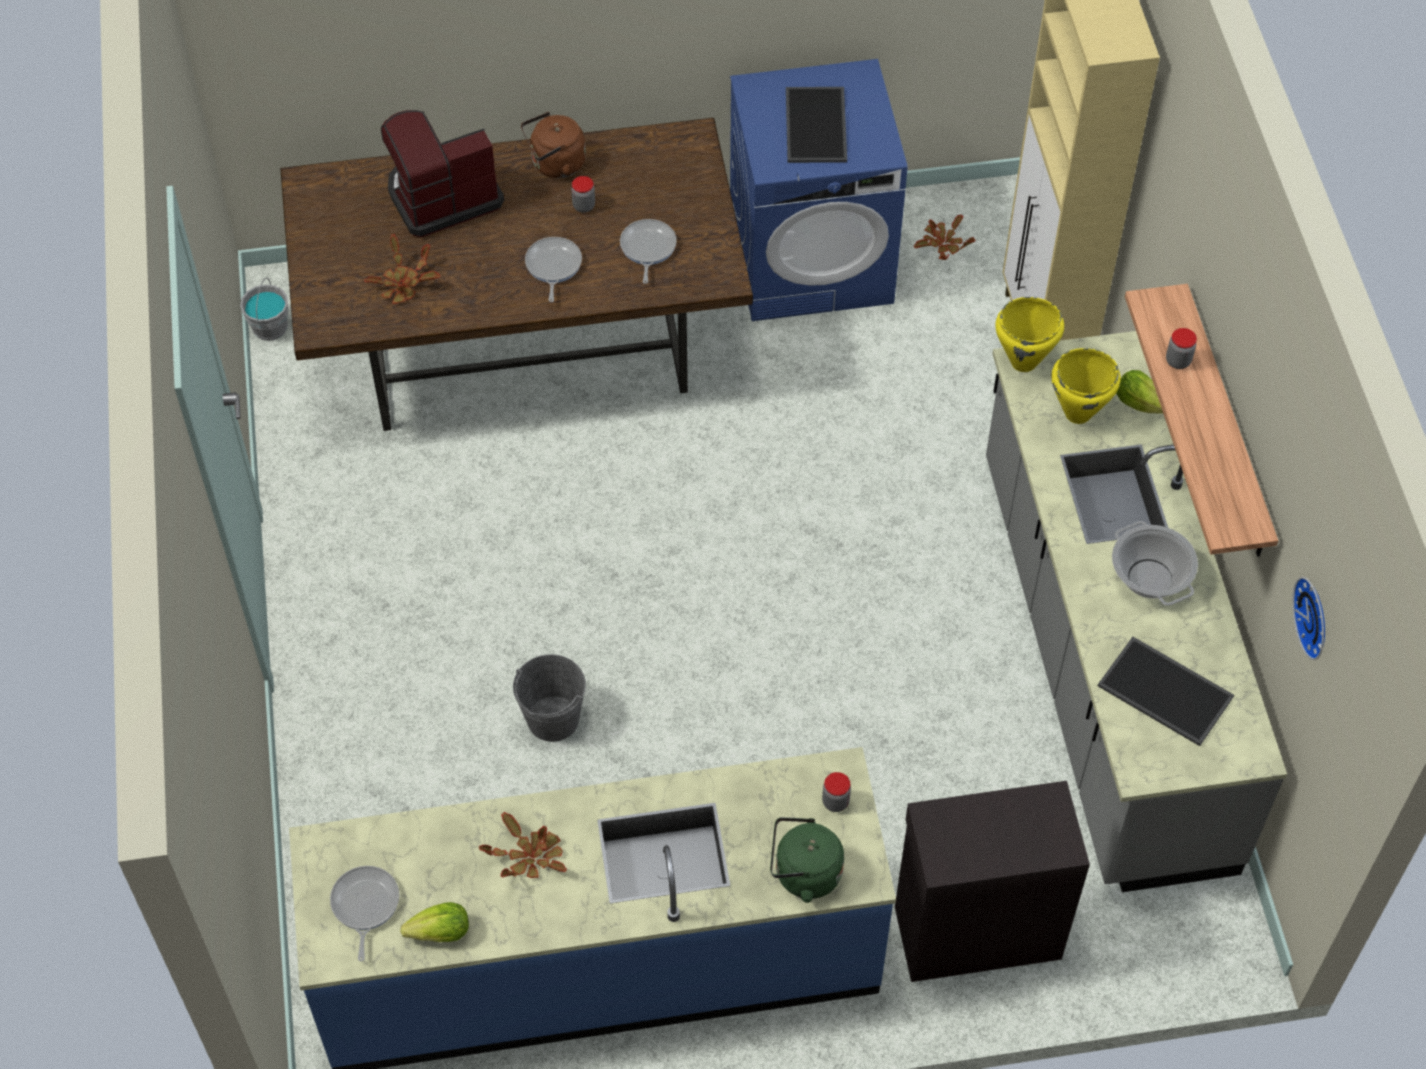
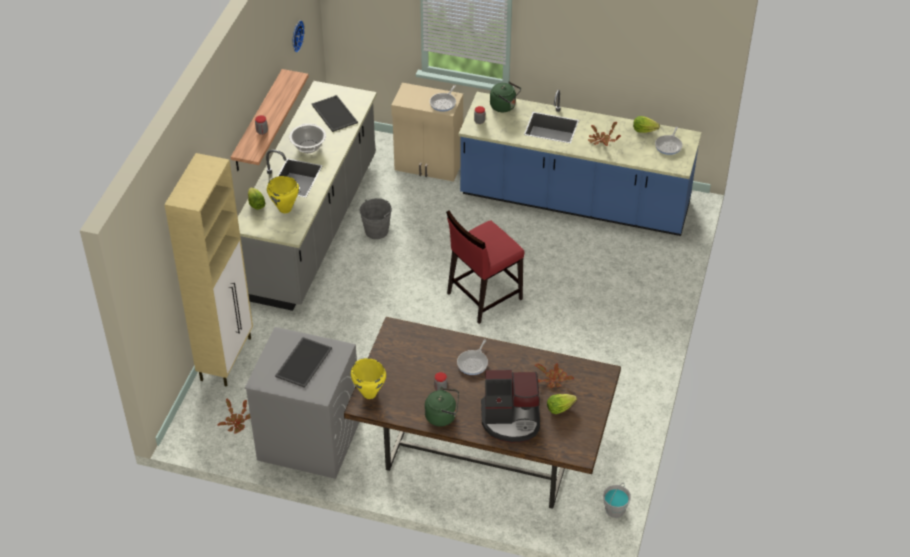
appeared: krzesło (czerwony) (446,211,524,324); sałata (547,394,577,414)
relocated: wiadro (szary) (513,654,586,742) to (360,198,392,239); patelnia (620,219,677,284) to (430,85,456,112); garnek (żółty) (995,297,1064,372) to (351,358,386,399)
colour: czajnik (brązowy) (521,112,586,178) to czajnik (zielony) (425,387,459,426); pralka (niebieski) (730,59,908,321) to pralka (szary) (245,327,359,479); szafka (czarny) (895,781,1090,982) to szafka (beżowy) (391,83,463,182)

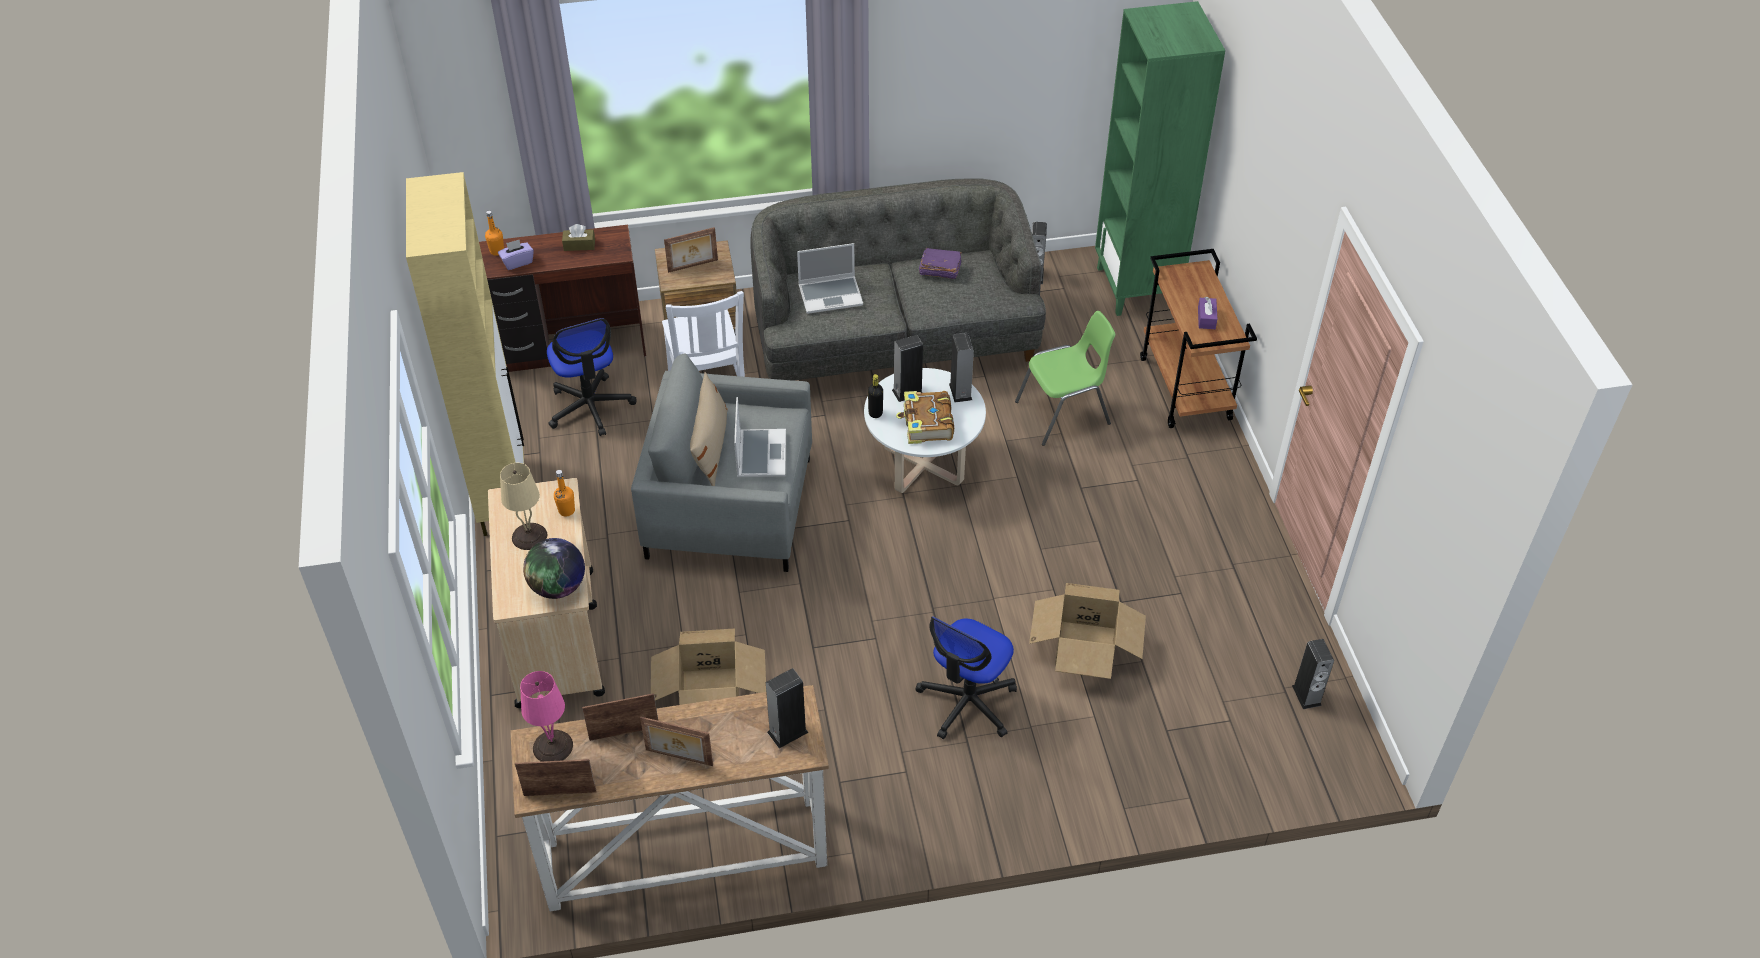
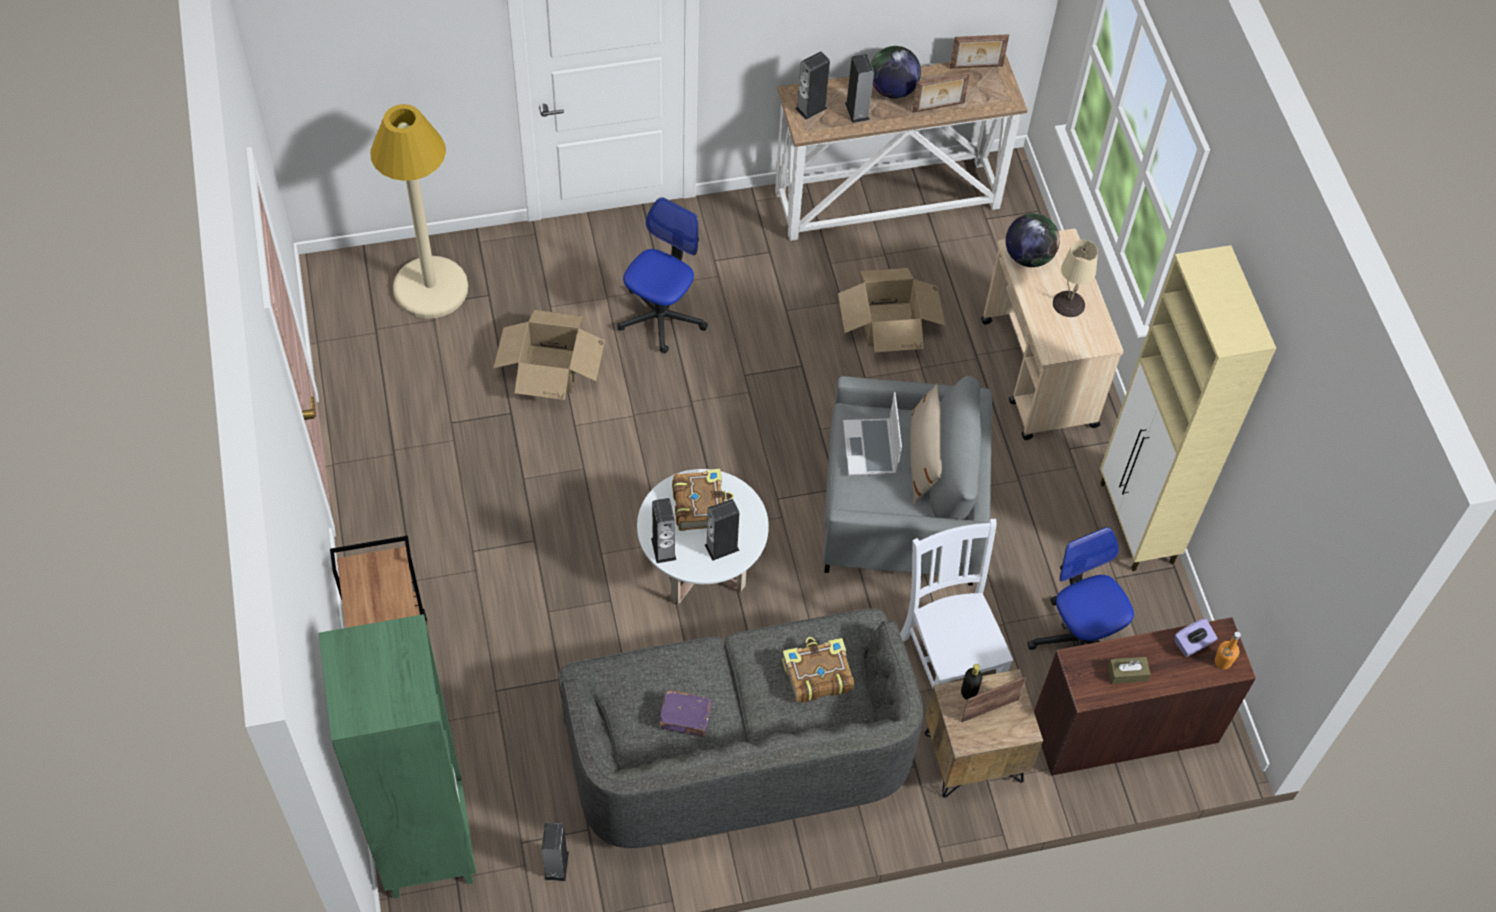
missing: lampa stołowa (różowy) (520,671,573,762); butelka (pomarańczowy) (554,470,575,516); krzesło (zielony) (1015,311,1115,446); pudełko chusteczek (fioletowy) (1198,297,1217,329)
appeared: lampa stojąca (beżowy) (370,104,468,319)
relocated: butelka (czarny) (868,374,883,418) to (961,664,982,700); głośnik (1292,639,1334,709) to (845,54,874,123)
exchanged: ramka na zdjęcie (640,717,713,766) to globus (871,46,921,99); laptop (797,243,863,314) to książka (782,637,854,703)

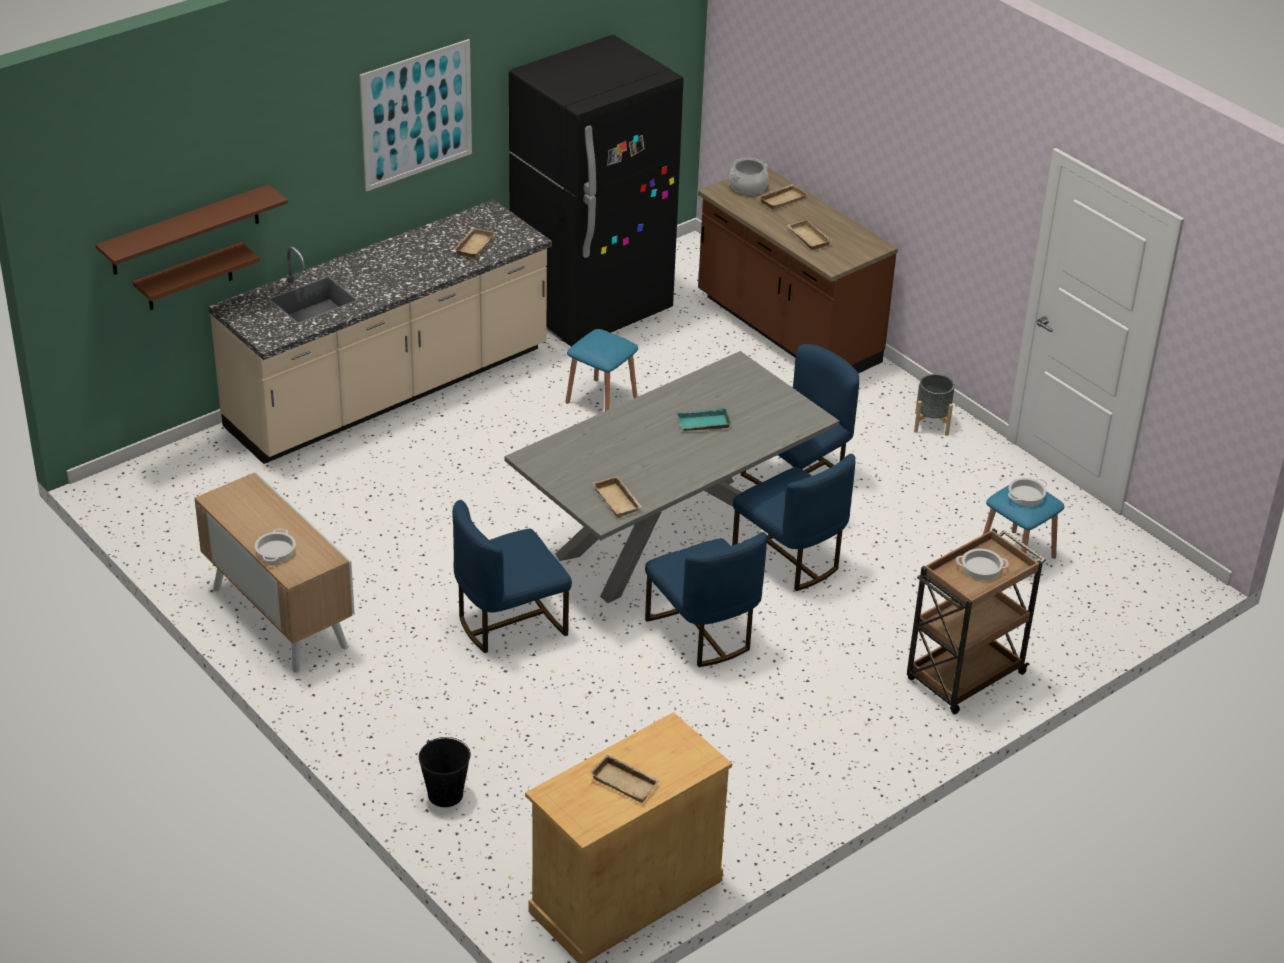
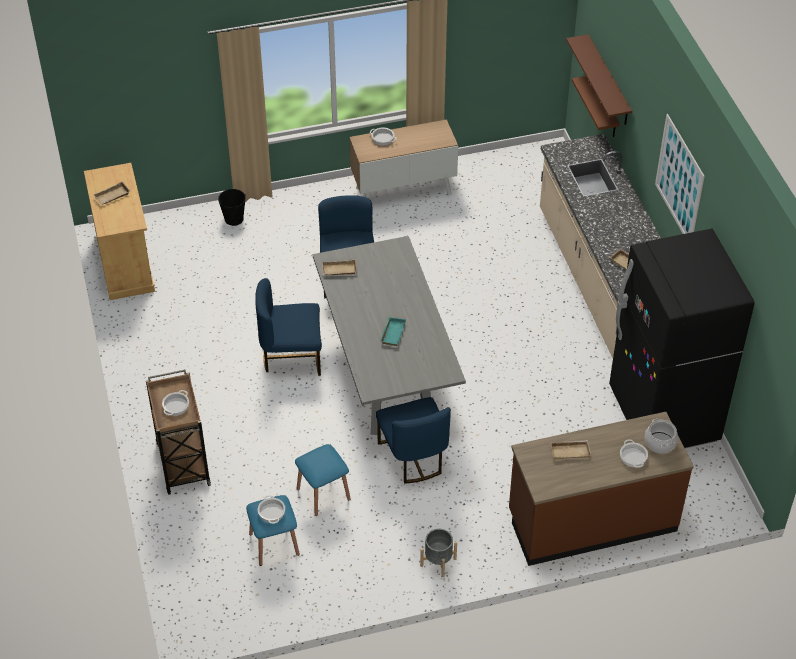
missing: krzesło (niebieski) (732,454,855,591)
relocated: stołek (niebieski) (566,329,638,411) to (295,444,351,516)
exchanged: taca (beżowy) (758,184,808,210) to garnek (620,439,648,468)

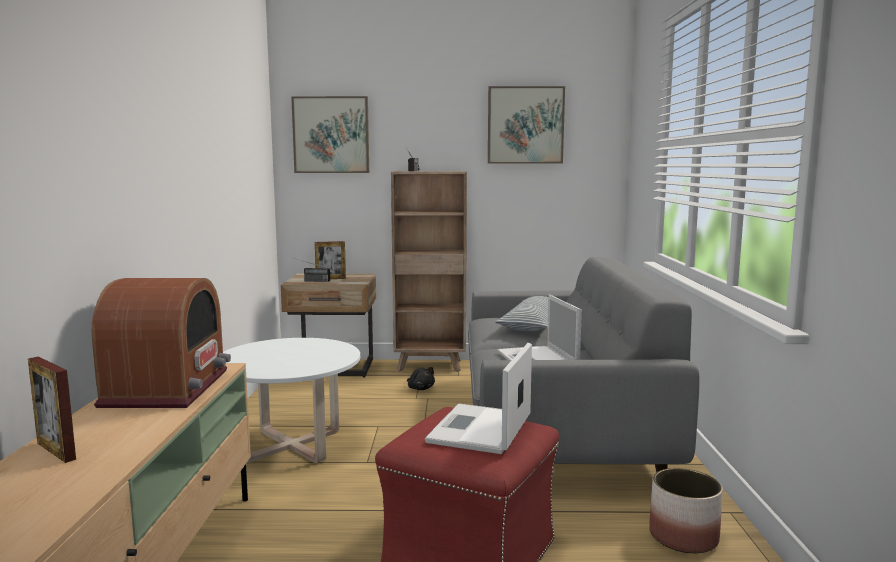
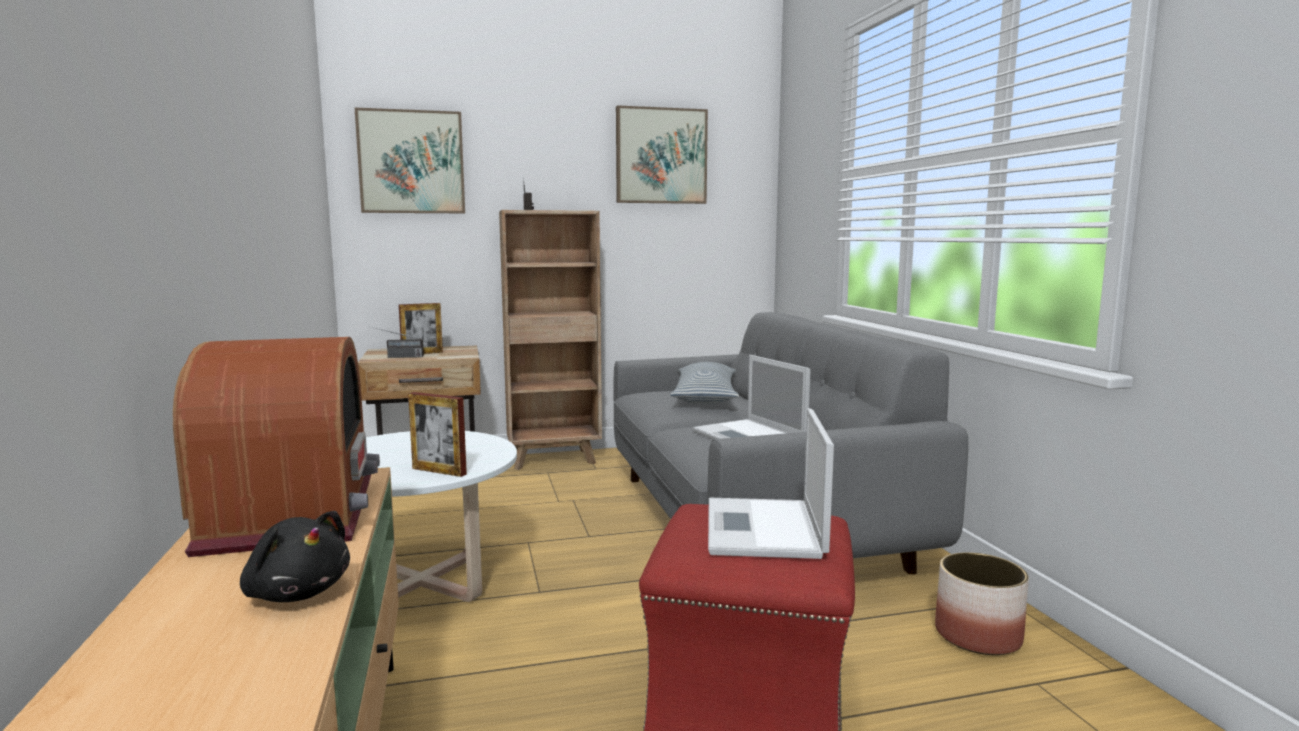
relocated: ramka na zdjęcie (28,356,76,463) to (408,392,467,477); pluszak (czarny) (407,367,435,390) to (240,511,350,602)

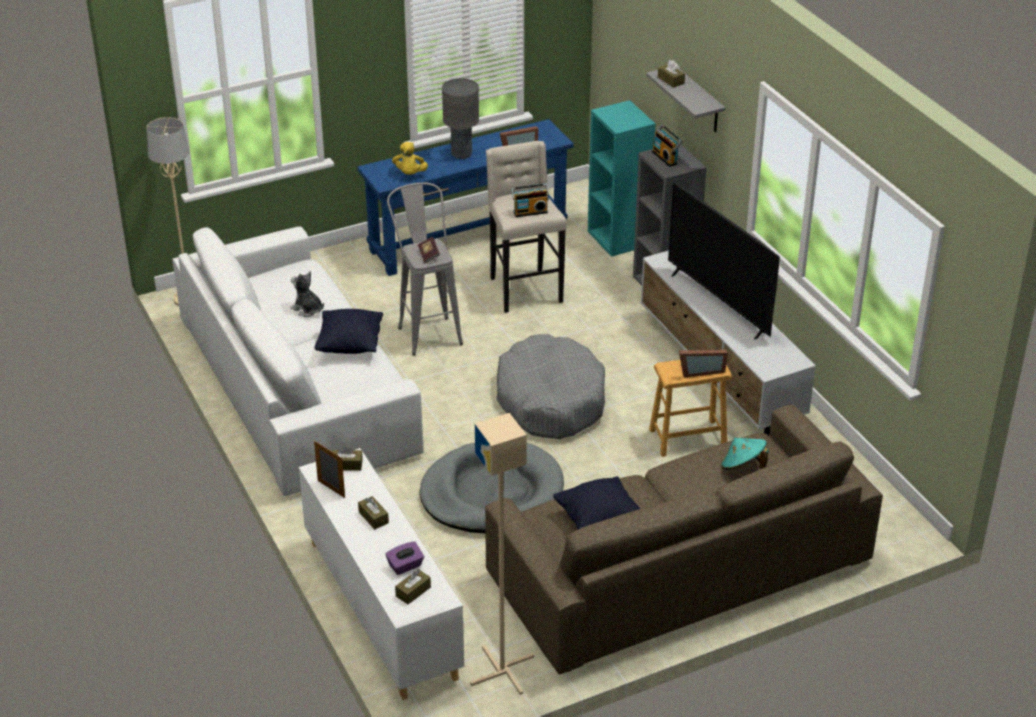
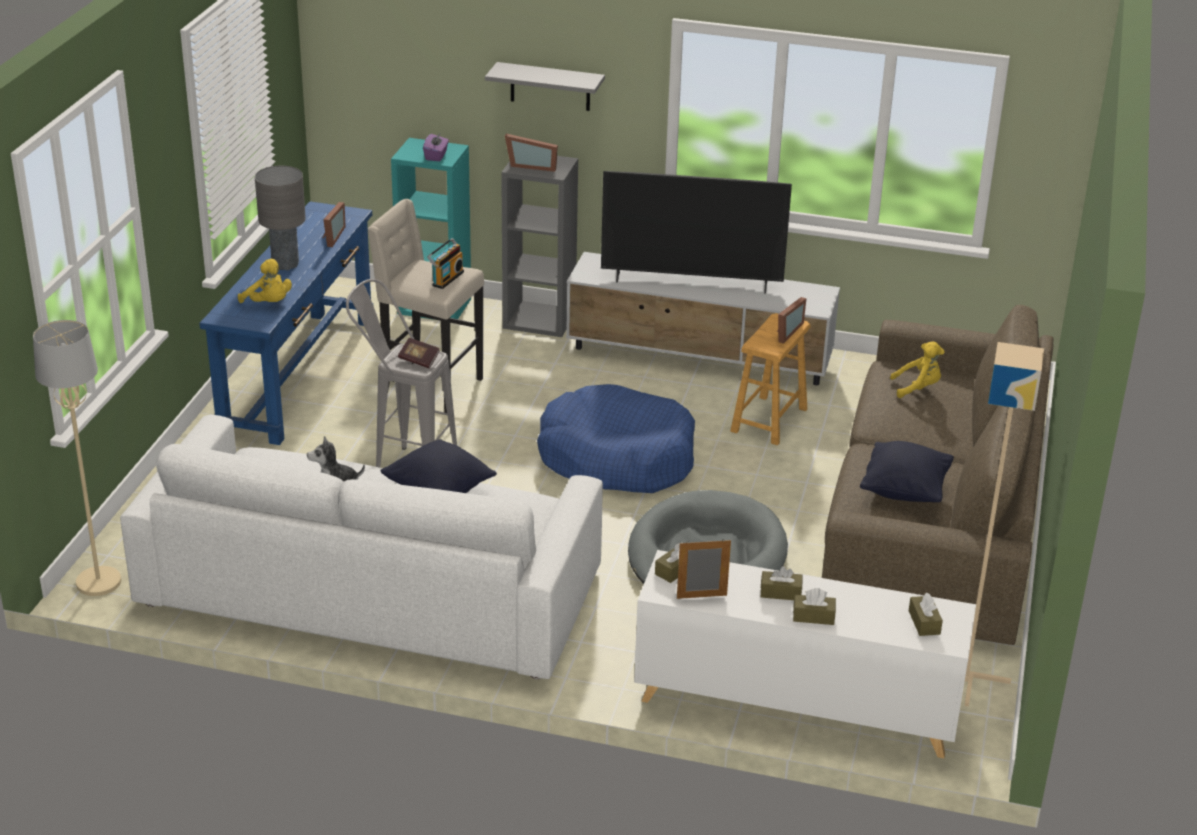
relocated: pudełko chusteczek (fioletowy) (386,542,424,575) to (423,132,449,161); pudełko chusteczek (brązowy) (658,60,685,88) to (793,588,836,625)
exchanged: radio (652,125,683,167) to ramka na zdjęcie (505,134,558,172); kapelusz (turkusowy) (721,438,769,470) to pluszak (żółty) (890,342,945,398)
colour: legowisko (szary) (497,334,605,439) to legowisko (niebieski) (537,384,695,493)

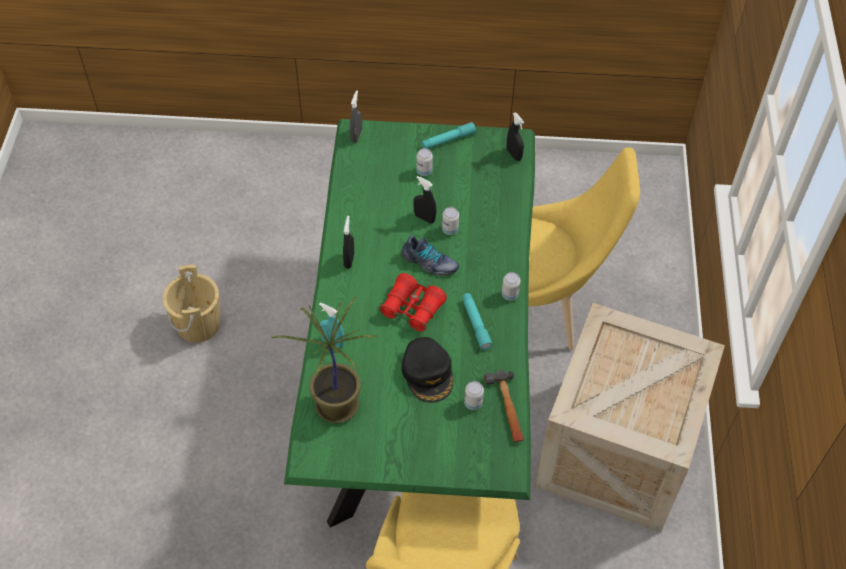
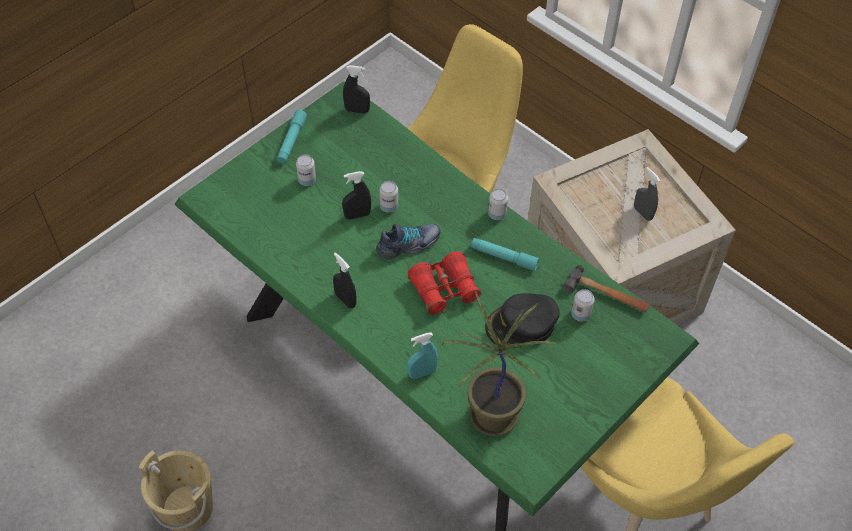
relocated: spryskiwacz (szary) (350,90,362,143) to (634,167,661,221)
spun: czapka z daszkiem (czarny) (402,337,453,403) = (485,293,560,348) 135 degrees clockwise

